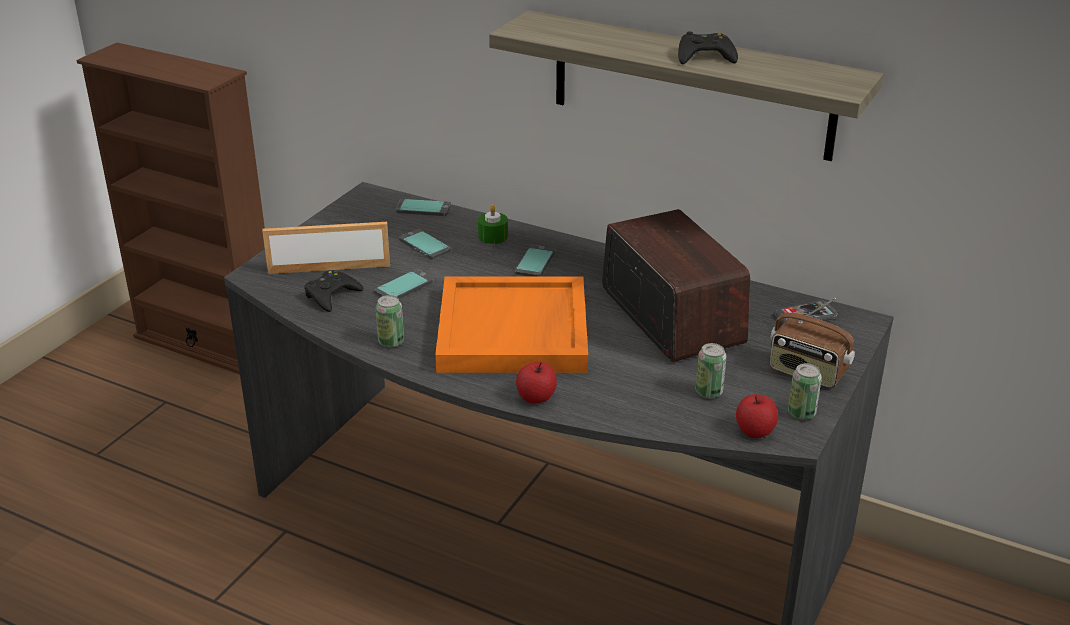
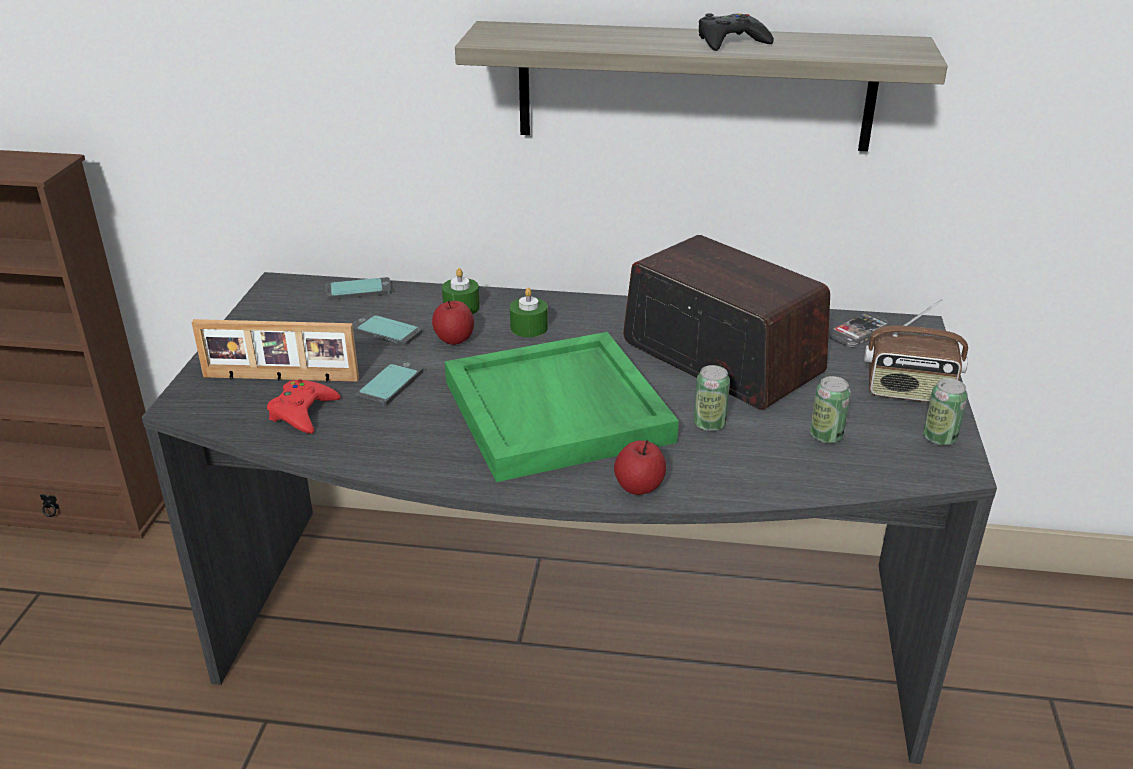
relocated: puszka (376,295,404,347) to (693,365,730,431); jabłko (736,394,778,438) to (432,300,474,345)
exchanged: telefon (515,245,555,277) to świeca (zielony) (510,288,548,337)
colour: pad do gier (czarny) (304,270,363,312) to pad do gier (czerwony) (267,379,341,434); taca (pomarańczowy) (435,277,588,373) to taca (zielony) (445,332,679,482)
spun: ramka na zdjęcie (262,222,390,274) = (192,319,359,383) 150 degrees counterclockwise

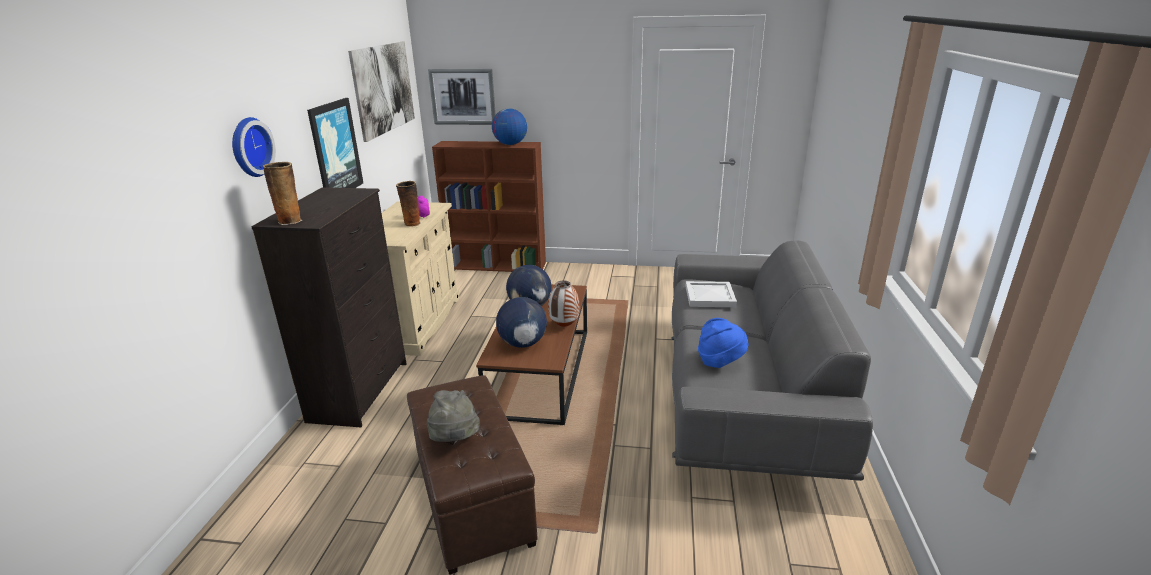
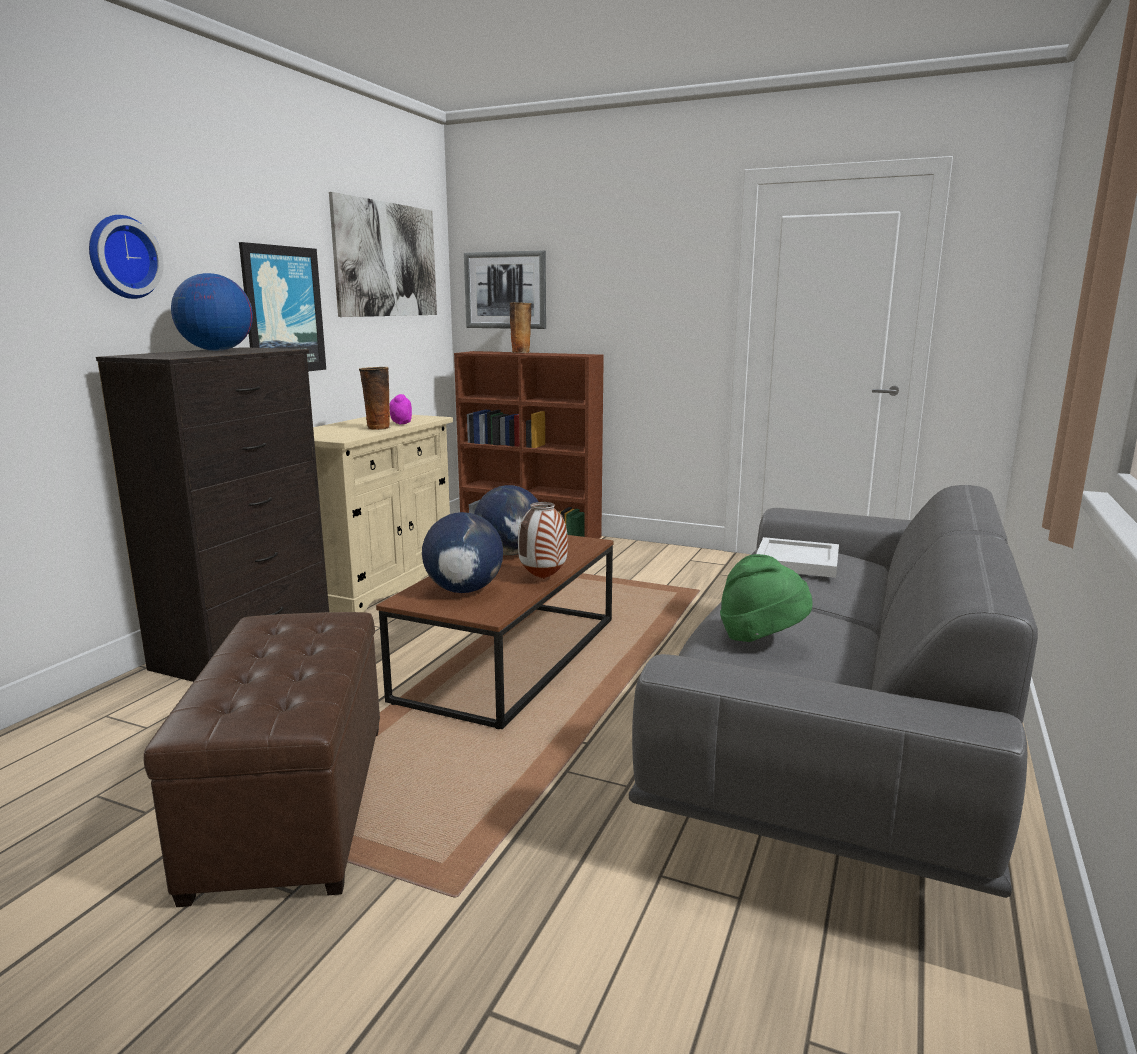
missing: kapelusz (szary) (427,390,480,442)
relocated: wazon (263,162,302,225) to (510,302,532,353); globus (492,108,527,145) to (171,273,253,351)
colour: kapelusz (niebieski) (698,318,748,368) to kapelusz (zielony) (720,554,813,642)

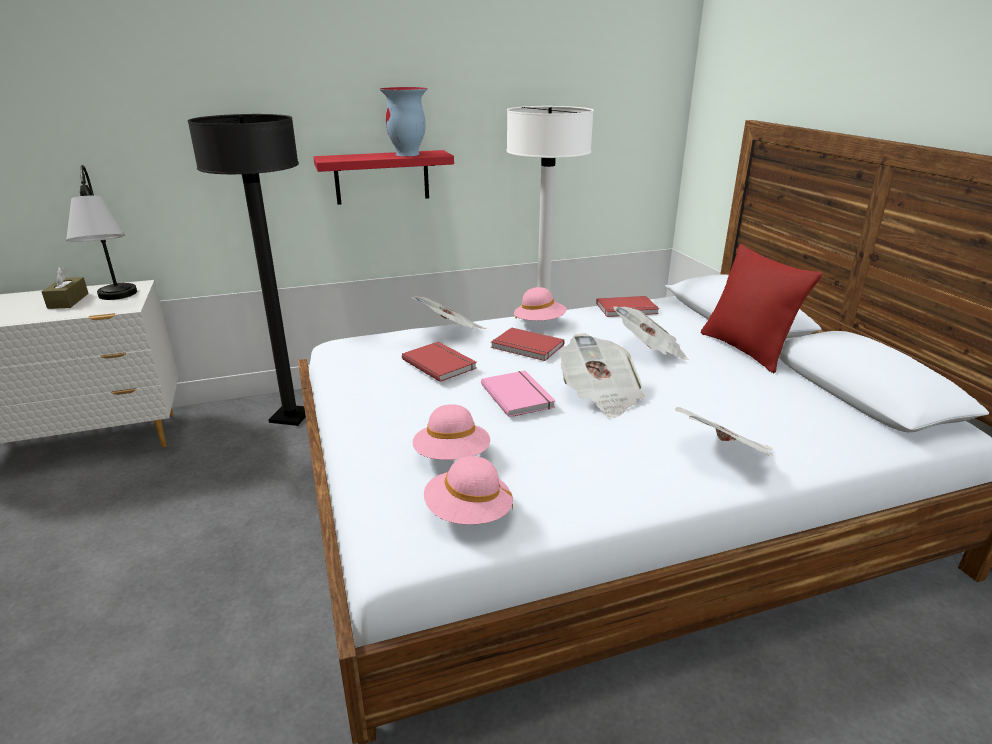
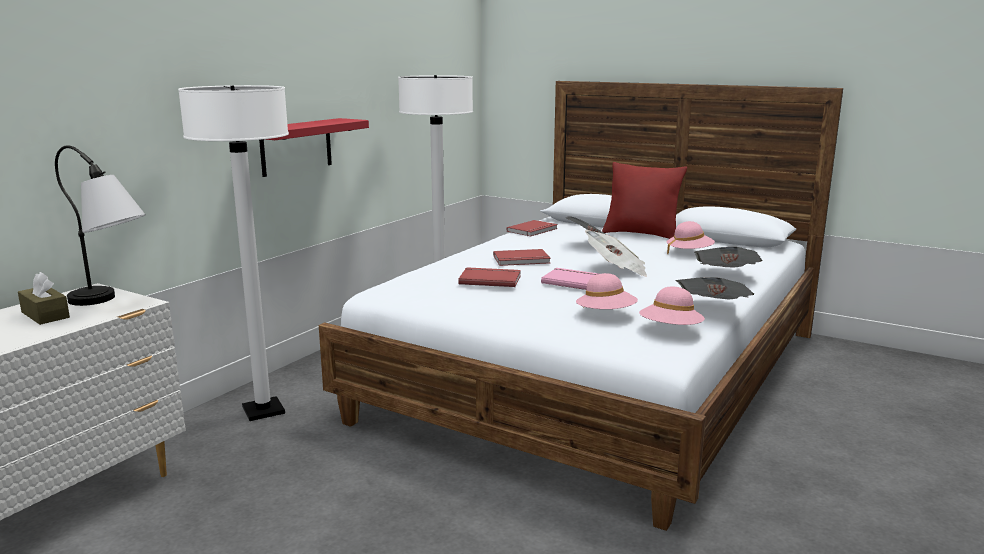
missing: wazon (380,87,428,156)
relocated: gazeta (411,296,487,329) to (675,277,754,299); kapelusz (różowy) (514,287,567,321) to (667,221,715,254)
colour: lampa stojąca (czarny) (188,114,306,426) to lampa stojąca (biały) (178,85,289,421)

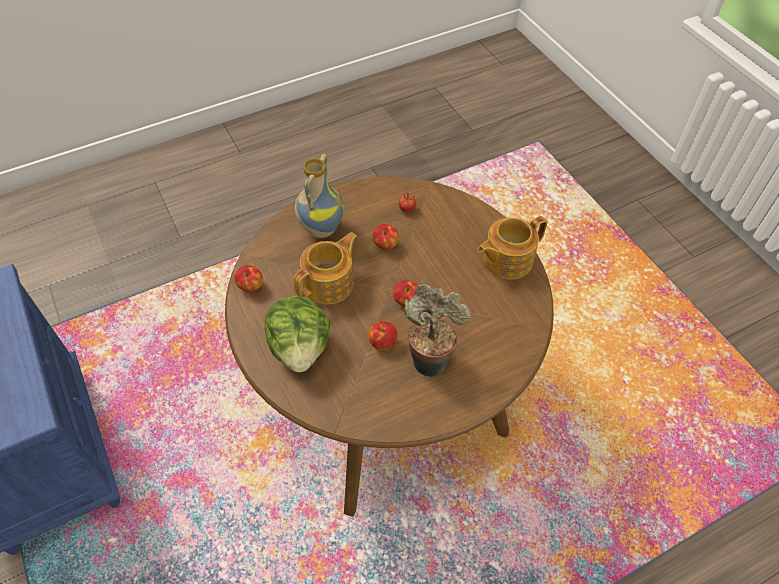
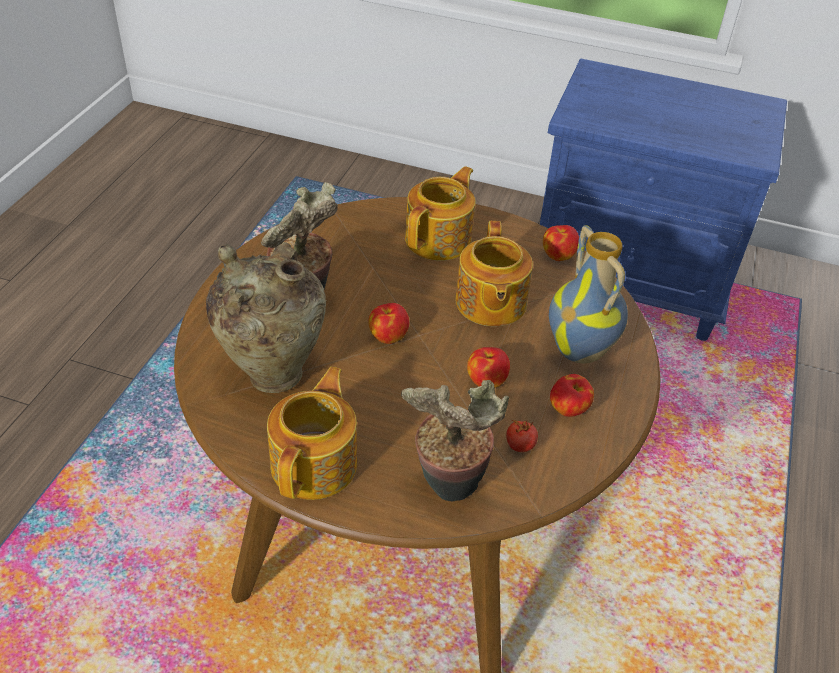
appeared: wazon (beżowy) (206,242,326,393); roślina doniczkowa (401,380,509,501)
relocated: jabłko (368,321,398,350) to (550,374,594,417)
exchanged: sałata (264,296,330,372) to imbryk (405,166,476,261)

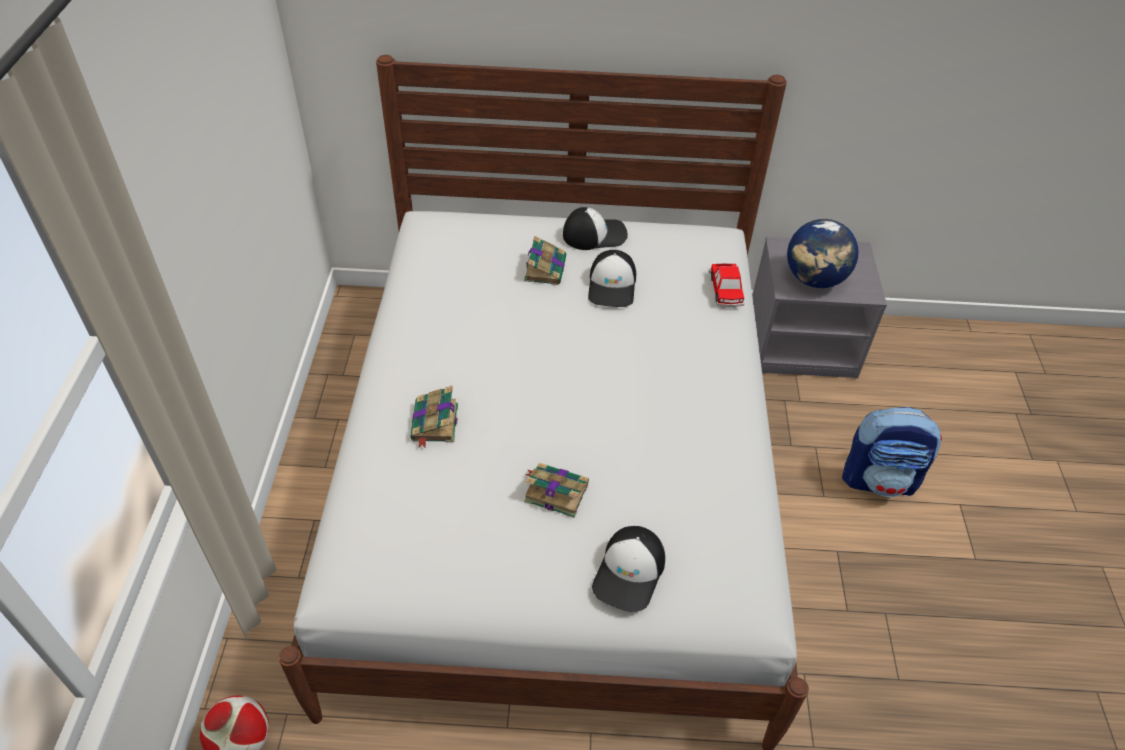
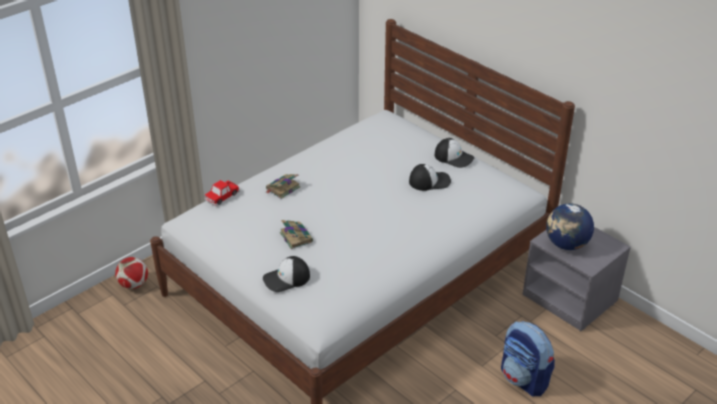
missing: książka (524,236,566,285)
relocated: samochodzik (709,264,744,308) to (205,180,240,206)
spun: czapka z daszkiem (588,250,636,307) = (409,164,451,191) 150 degrees counterclockwise

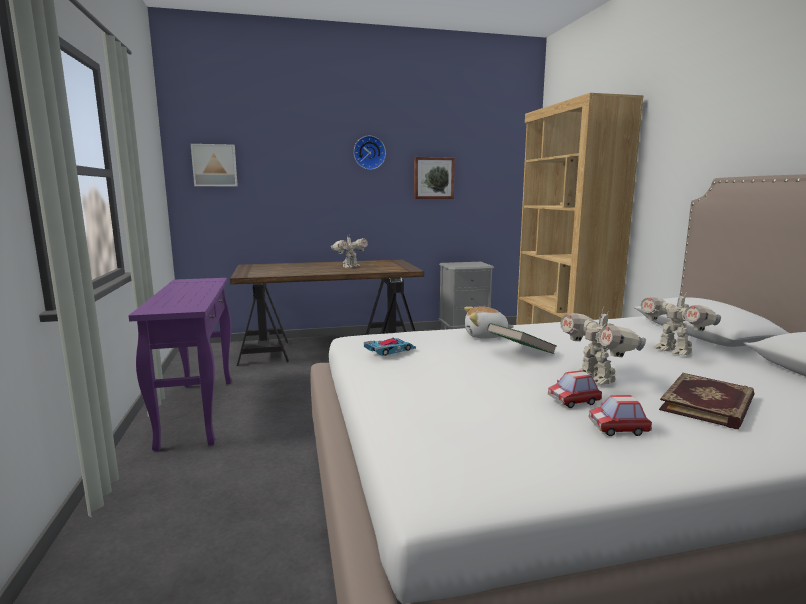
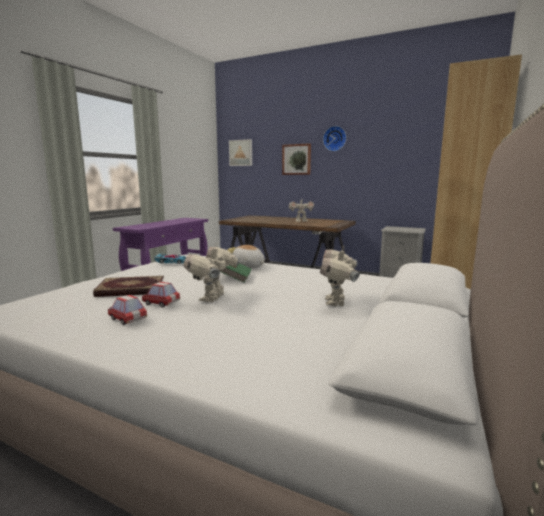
relocated: obraz (414,157,455,199) to (282,143,311,175); książka (659,373,755,429) to (93,276,164,297)

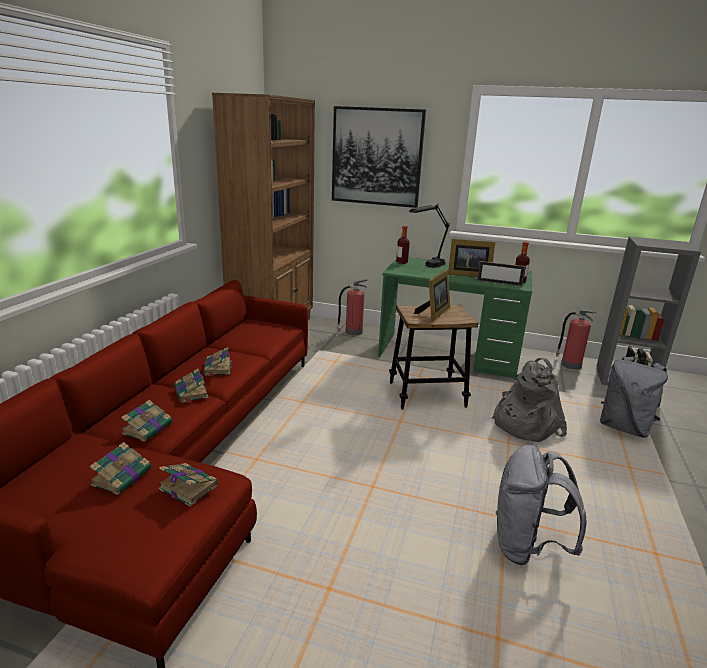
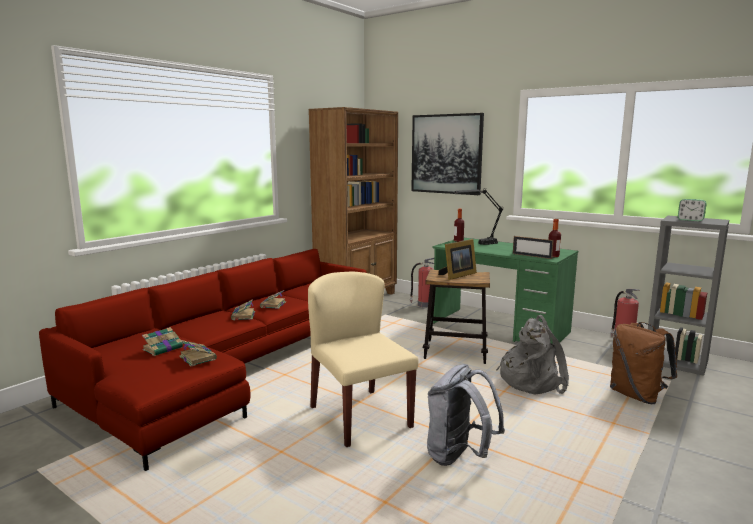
missing: książka (121,400,172,442); ramka na zdjęcie (448,239,495,277)
appeared: krzesło (beżowy) (308,272,419,447); budzik (678,199,707,221)
colour: plecak (szary) (600,357,668,438) to plecak (brązowy) (610,322,677,404)

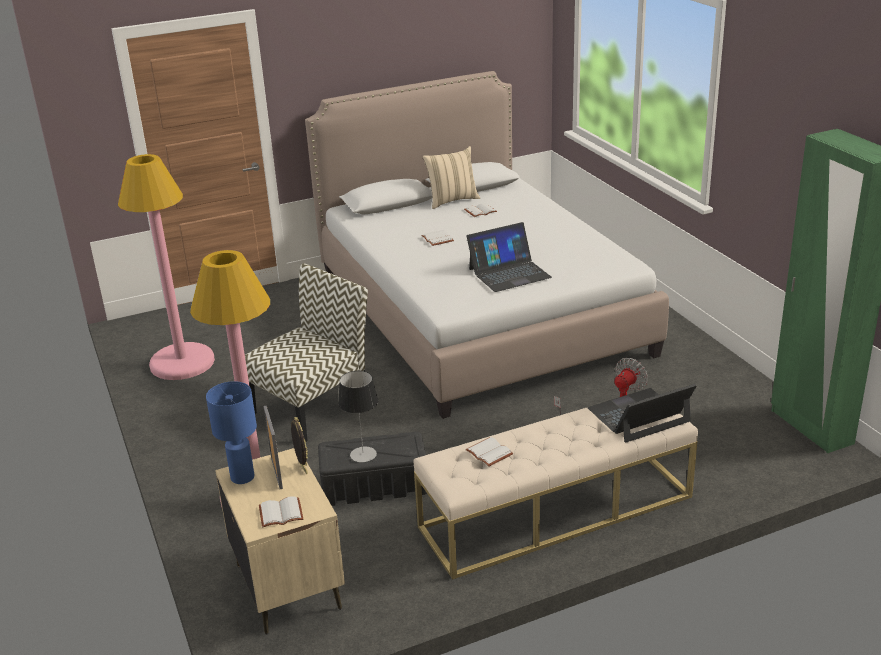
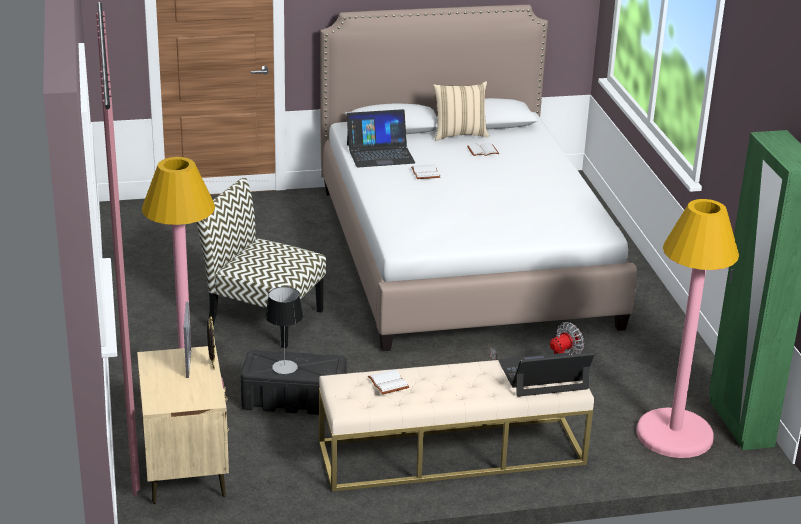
missing: lampa stołowa (niebieski) (206,381,257,484); książka (biały) (259,496,303,527)
relocated: lampa stojąca (różowy) (118,154,215,380) to (636,199,739,458); laptop (467,222,552,292) to (347,109,415,168)
spun: krzesło (245,263,368,442) = (196,178,326,349) 120 degrees counterclockwise

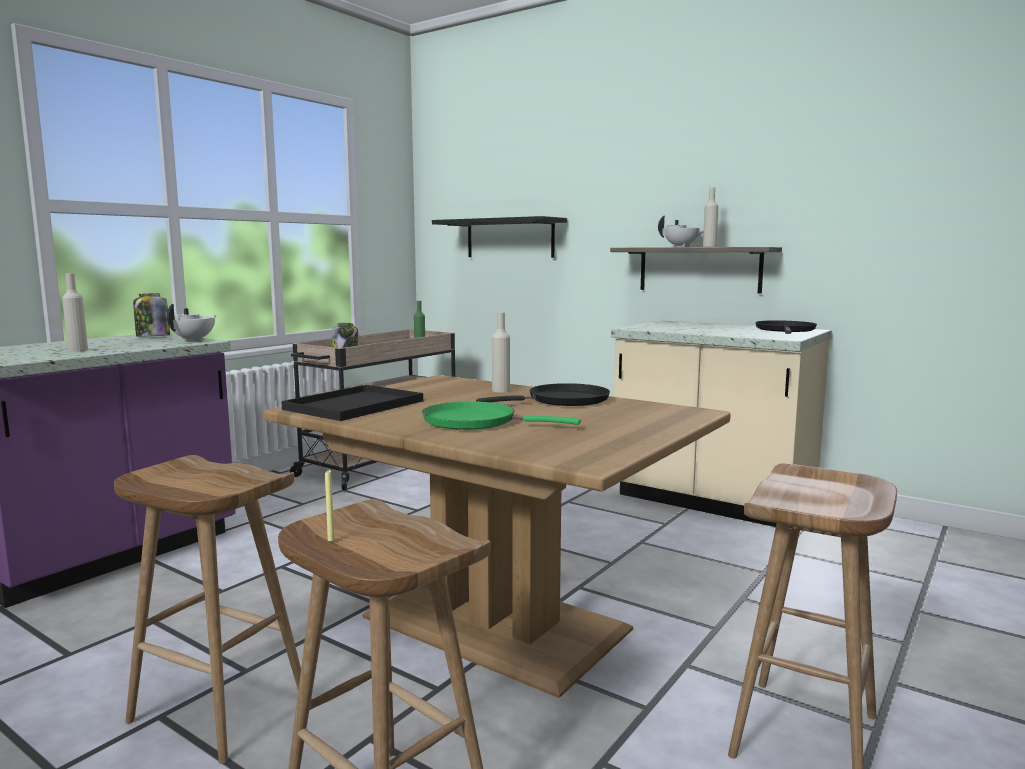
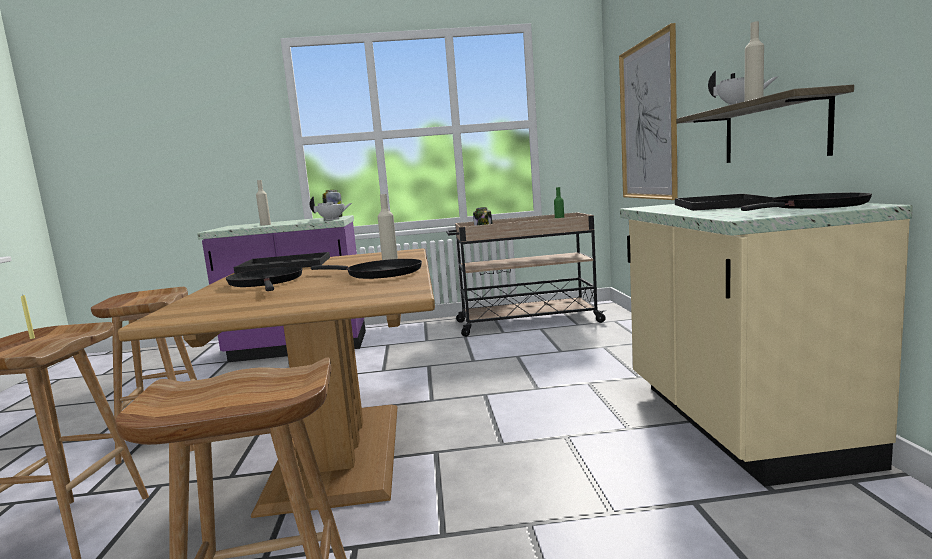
appeared: taca (czarny) (675,194,774,211)
exchanged: półka (czarny) (432,216,567,258) to obraz (619,23,678,200)
colour: patelnia (zielony) (422,401,581,430) to patelnia (czarny) (225,267,302,291)

